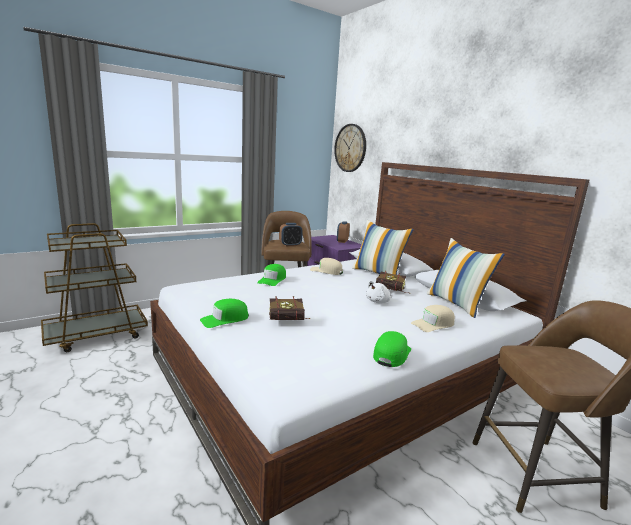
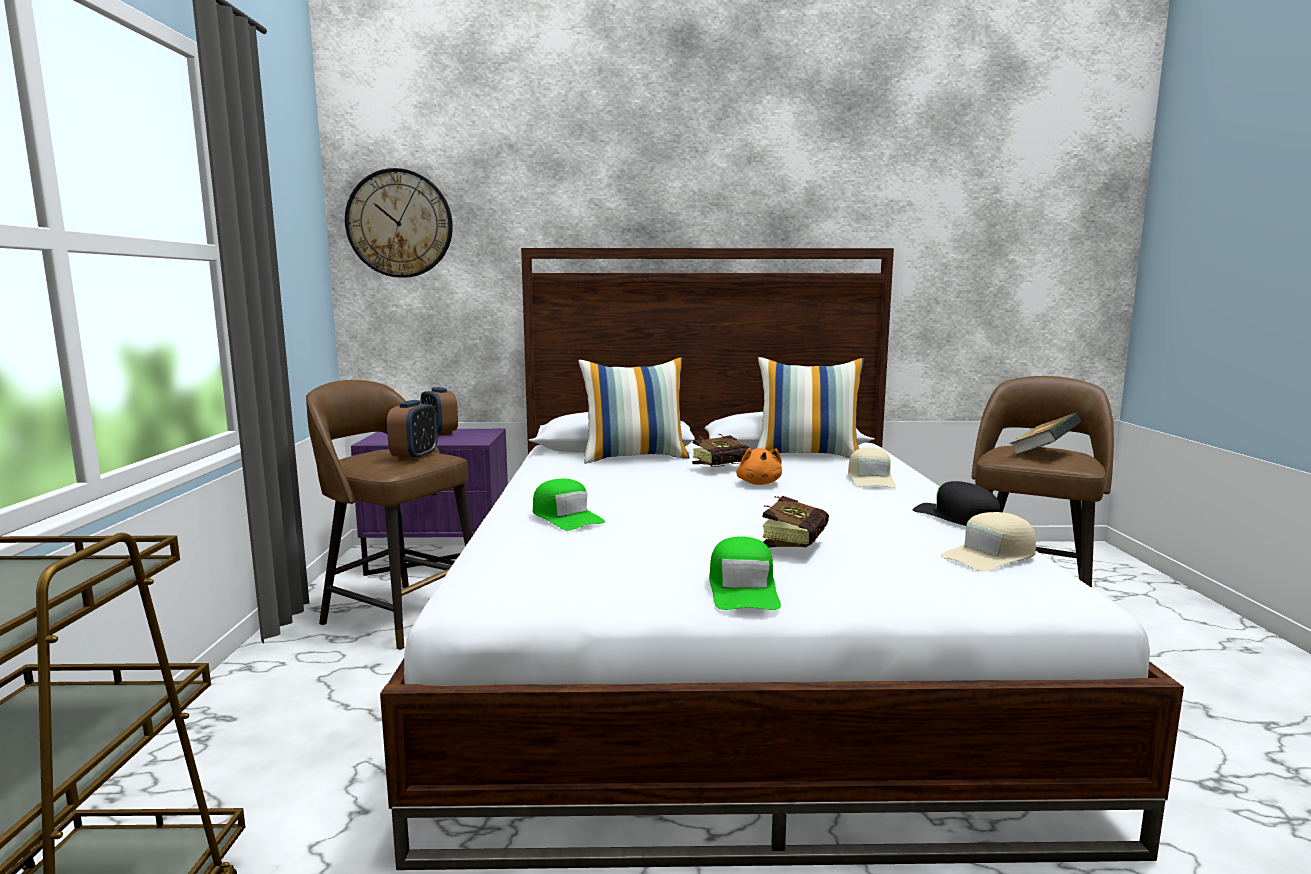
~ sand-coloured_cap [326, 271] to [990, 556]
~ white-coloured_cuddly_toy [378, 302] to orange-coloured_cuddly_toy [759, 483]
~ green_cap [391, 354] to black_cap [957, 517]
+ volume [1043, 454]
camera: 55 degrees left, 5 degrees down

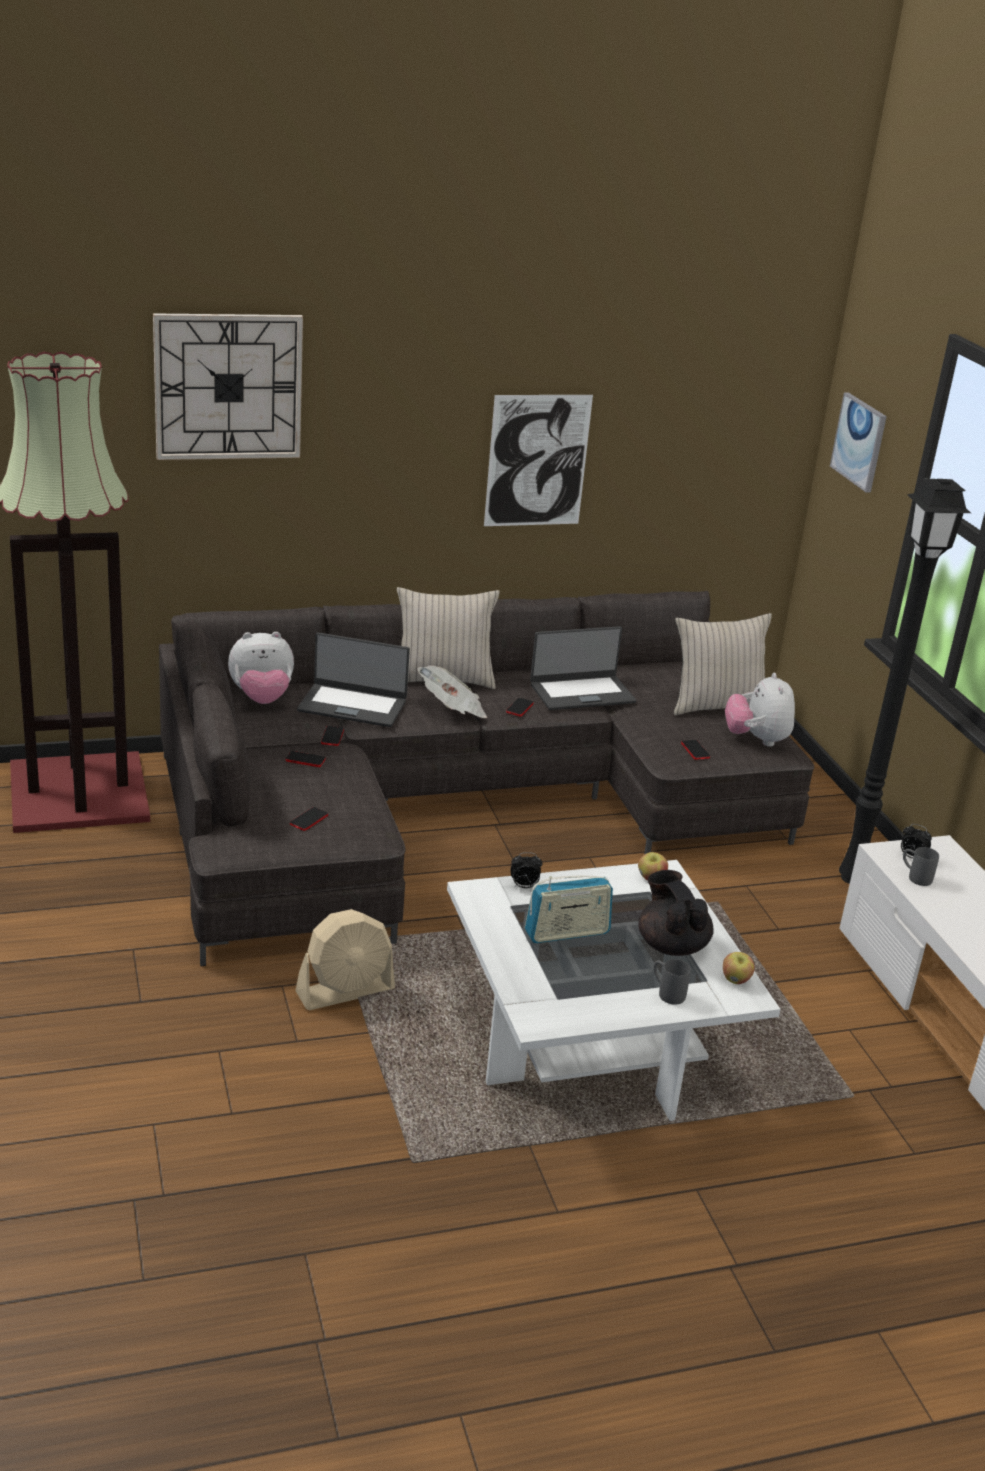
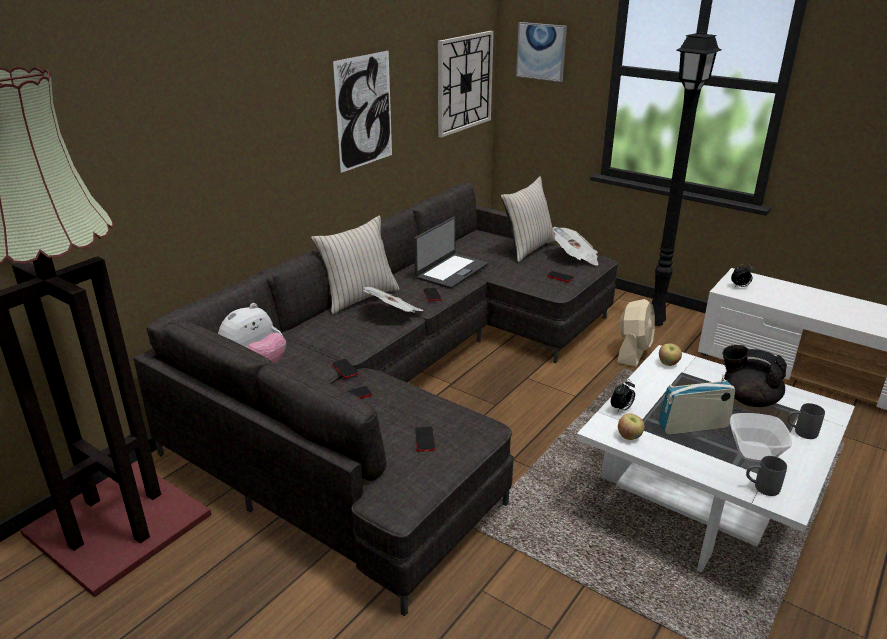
~ clock_on_the_wall [228, 387] to [464, 83]
~ sand-coloured_electric_fan [345, 991] to [633, 352]
- portable_computer [352, 705]
~ radio_receiver [567, 933] = [693, 426] 135 degrees counterclockwise
~ whole_apple [736, 980] to [629, 436]
~ cuddly_toy [756, 740] to newspaper [575, 258]
~ gray_tea_mug [915, 877] to [761, 487]
+ deep_dish [755, 452]
camera: 35 degrees left, 0 degrees up

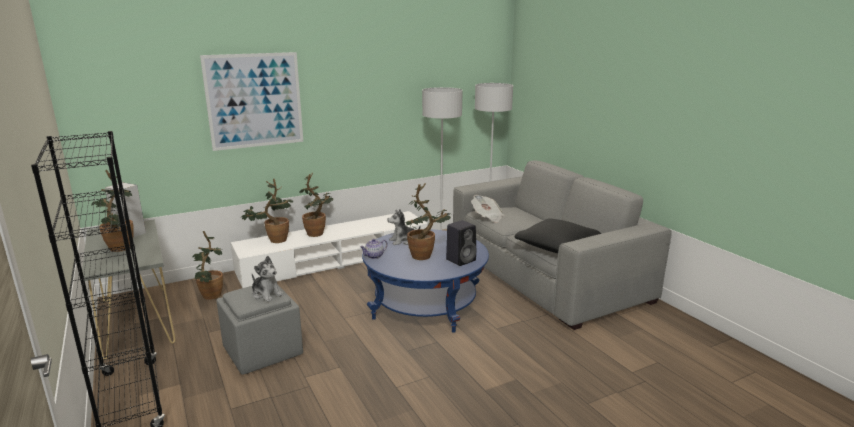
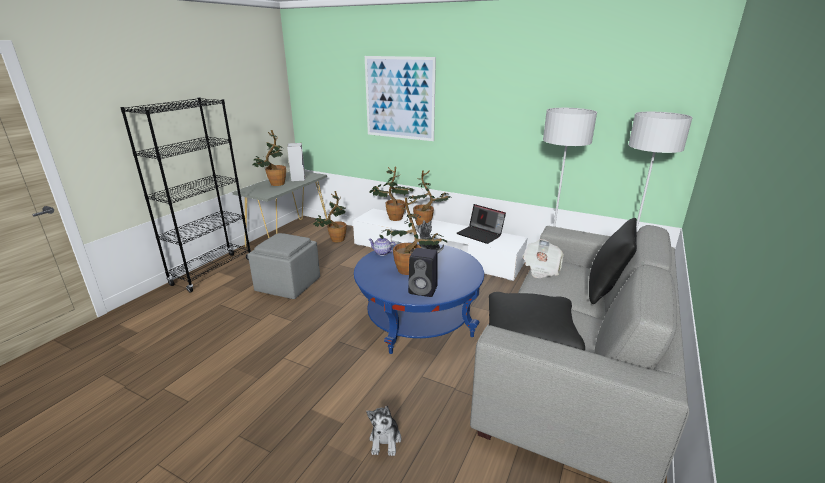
~ cuddly_toy [267, 294] to [385, 440]
+ portable_computer [480, 234]
+ black_pillow [606, 290]
camera: 55 degrees right, 5 degrees up

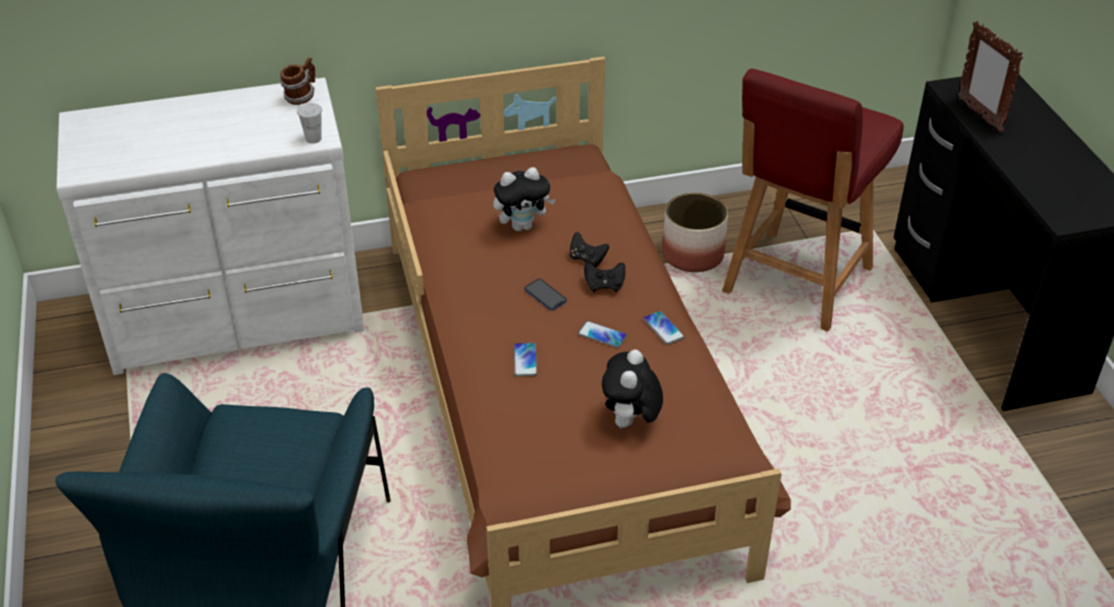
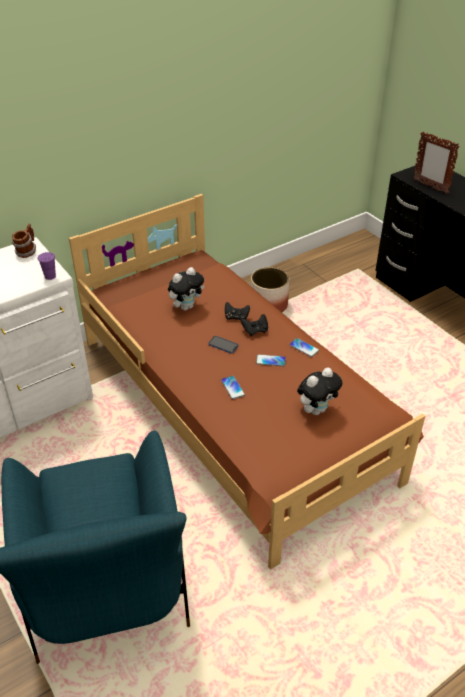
~ white-coloured_drinking_cup [313, 139] to purplish_drinking_cup [50, 276]
~ cuddly_toy [630, 422] = [316, 409] 120 degrees counterclockwise
- red_upright_chair [795, 282]
camera: 20 degrees left, 0 degrees up

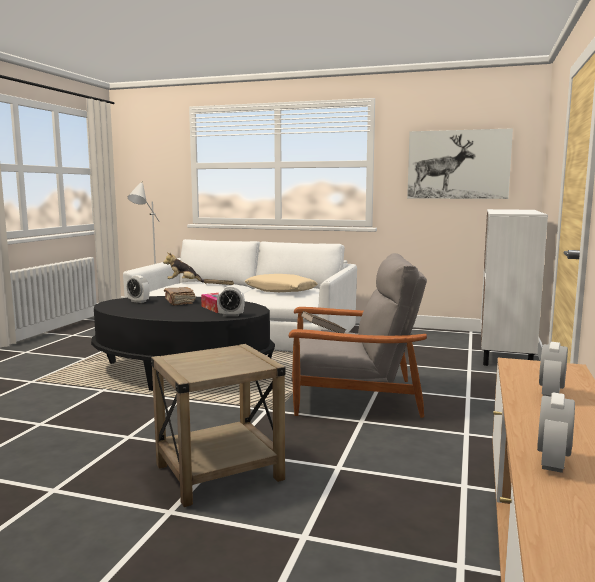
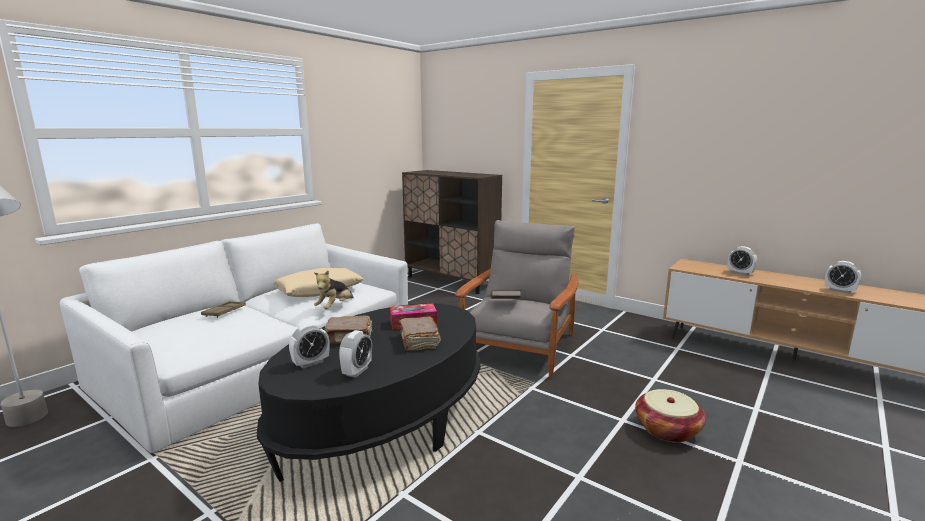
~ sand-coloured_end_table [218, 473] to storage_basket [667, 430]
~ cuddly_toy [184, 282] to [335, 307]
~ bedside_clock [231, 315] to [357, 371]
- picture [458, 164]
~ white-coloured_storage_cabinet [504, 350] to brownish_storage_cabinet [451, 281]
+ brownish_volume [419, 341]
camera: 70 degrees left, 5 degrees up

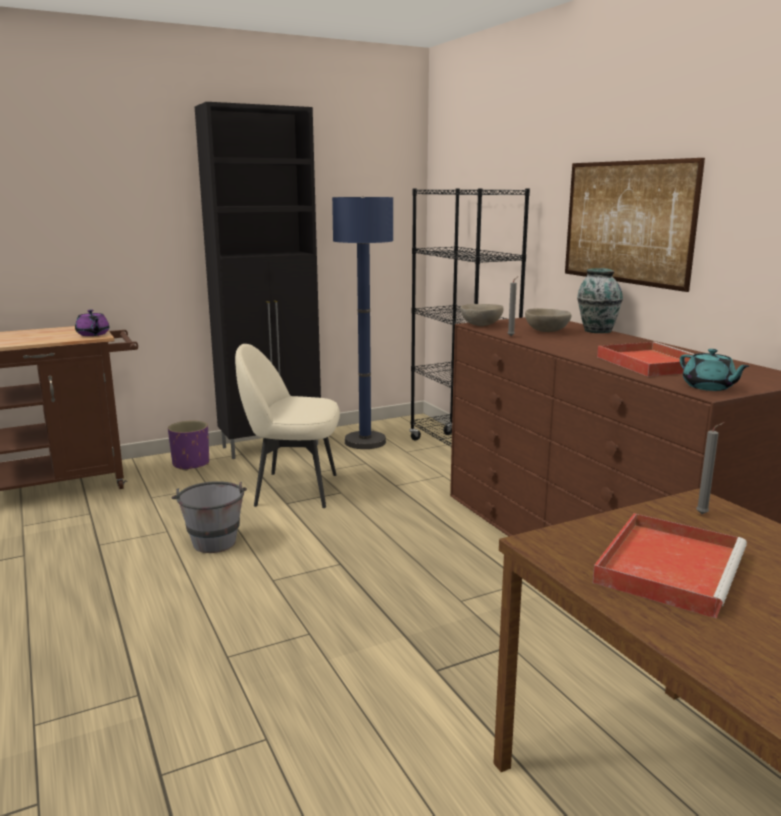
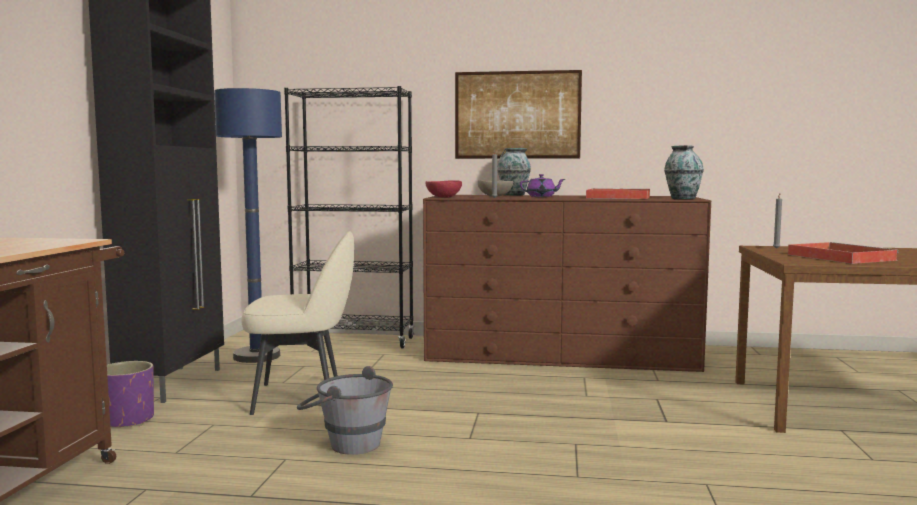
~ purplish_tea_pot [93, 334] to [541, 196]
~ sand-coloured_upright_chair [293, 489] = [301, 397] 135 degrees counterclockwise
~ sand-coloured_deep_dish [481, 325] to red_deep_dish [443, 197]
~ turquoise_tea_pot [709, 387] to decorative_vase [682, 198]
camera: 55 degrees left, 10 degrees down

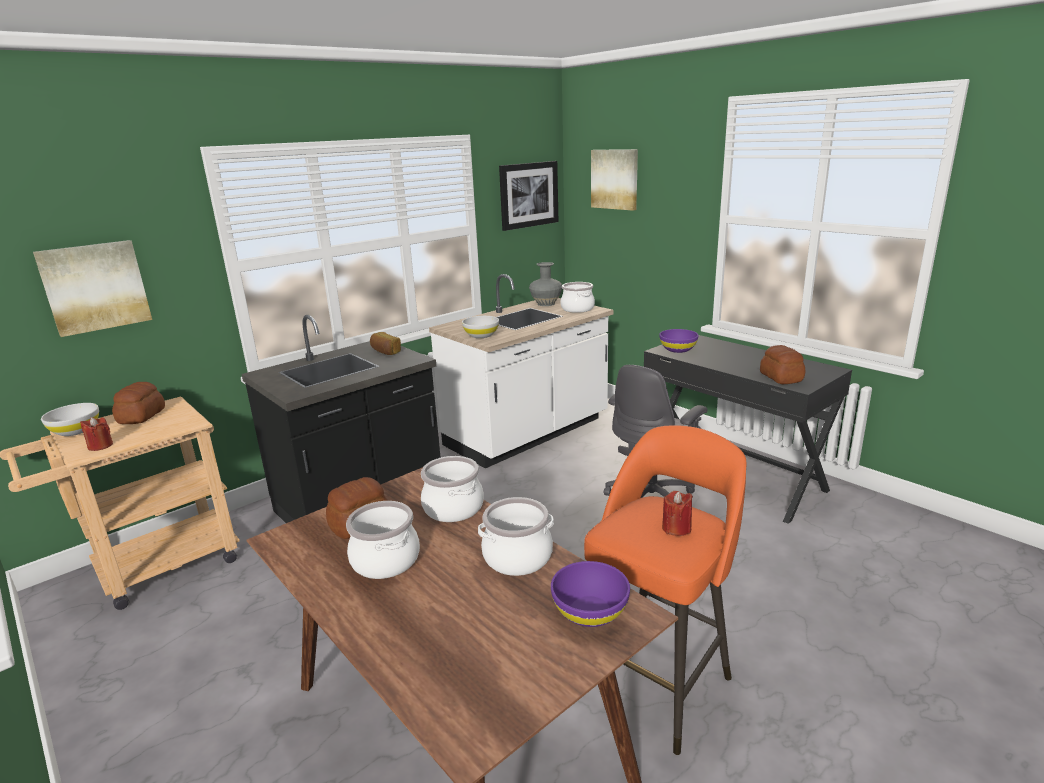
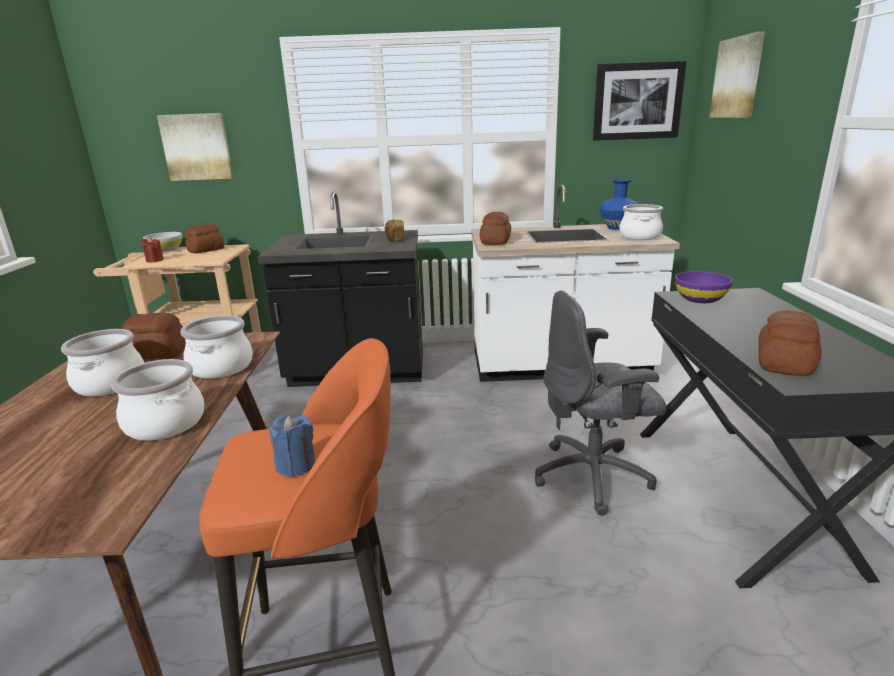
~ white-coloured_deep_dish [481, 335] to bakery_bread [495, 241]
~ gray_decorative_vase [546, 304] to blue_decorative_vase [617, 228]
- purplish_deep_dish [589, 611]
~ red_candle [676, 528] to blue_candle [296, 465]
camera: 40 degrees right, 0 degrees up

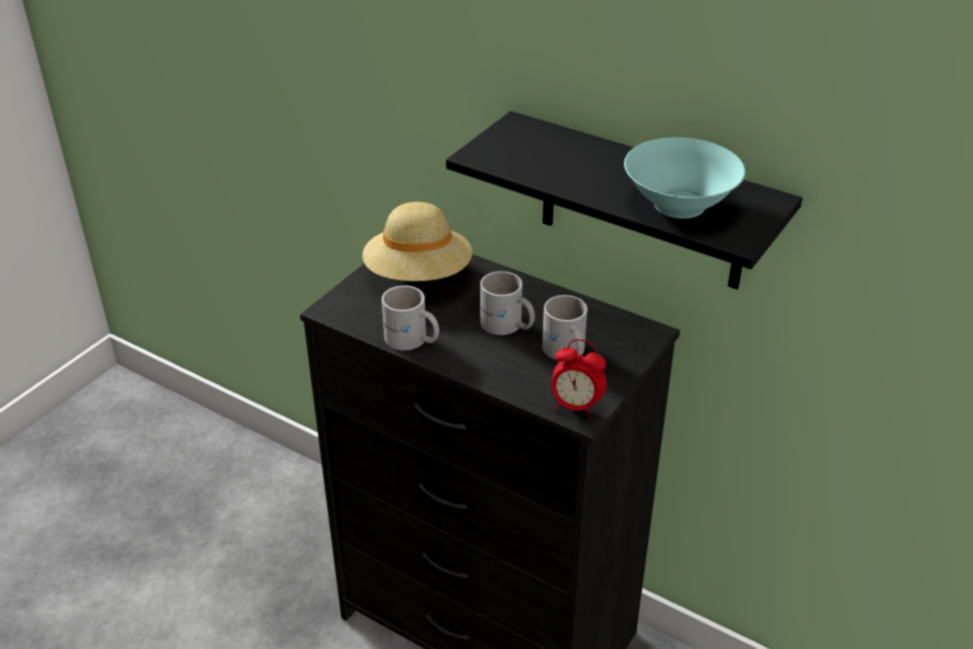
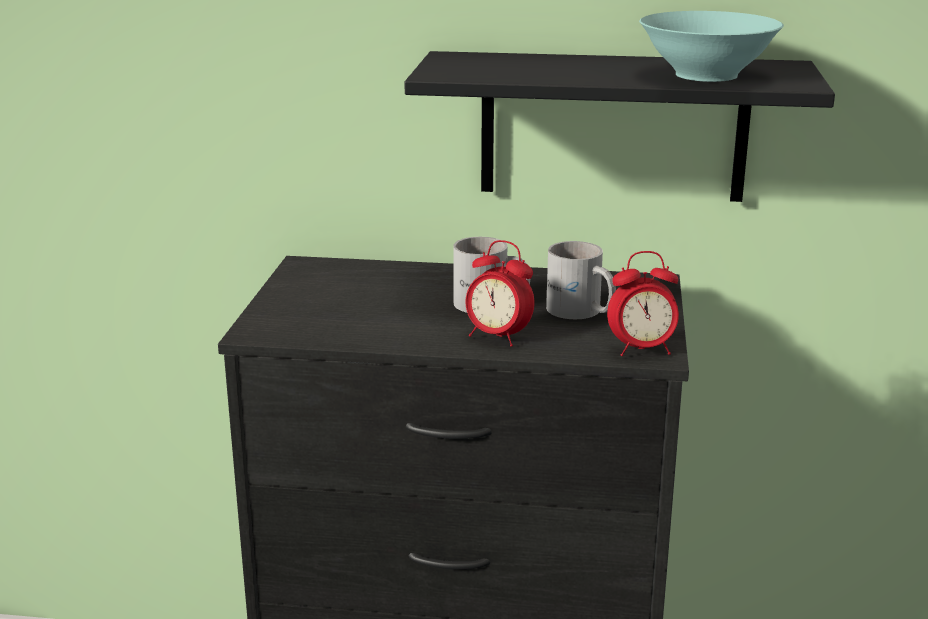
- sand-coloured_clothing_hat [419, 276]
- white-coloured_tea_mug [411, 340]
+ bedside_clock [498, 337]
camera: 25 degrees left, 15 degrees down

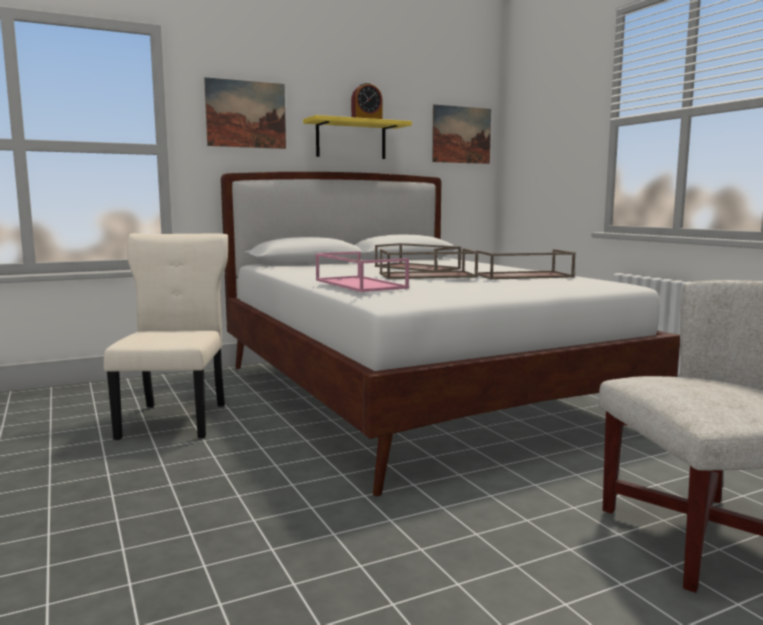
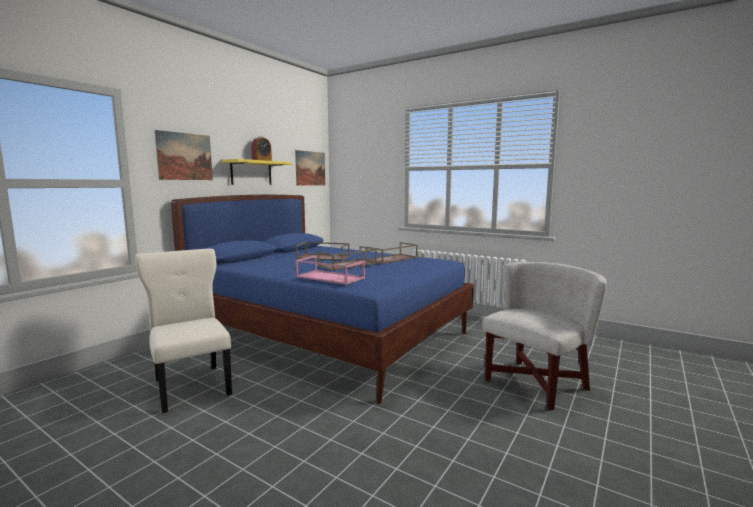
~ white-coloured_bed [414, 395] to blue_bed [329, 334]
camera: 30 degrees left, 0 degrees up

